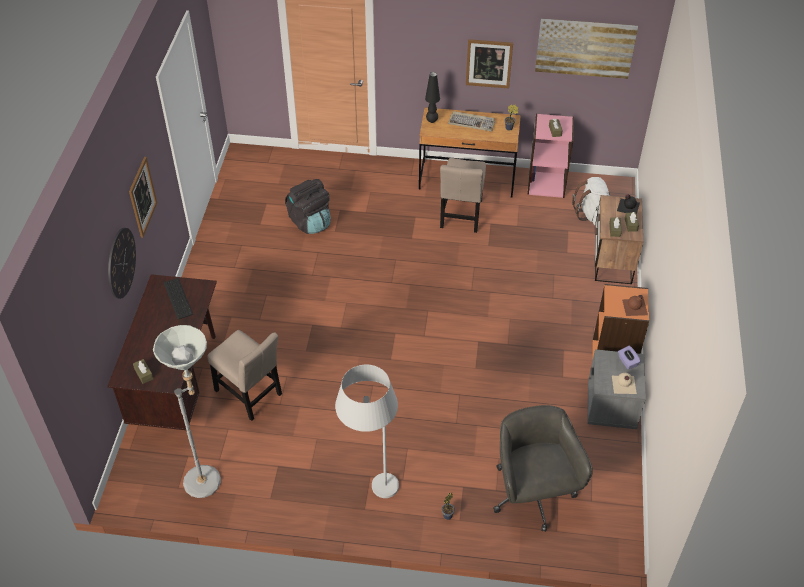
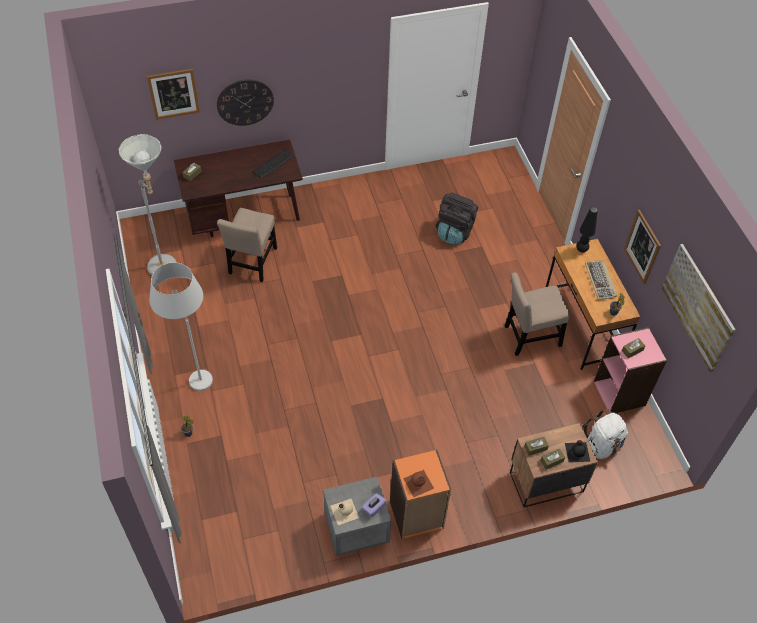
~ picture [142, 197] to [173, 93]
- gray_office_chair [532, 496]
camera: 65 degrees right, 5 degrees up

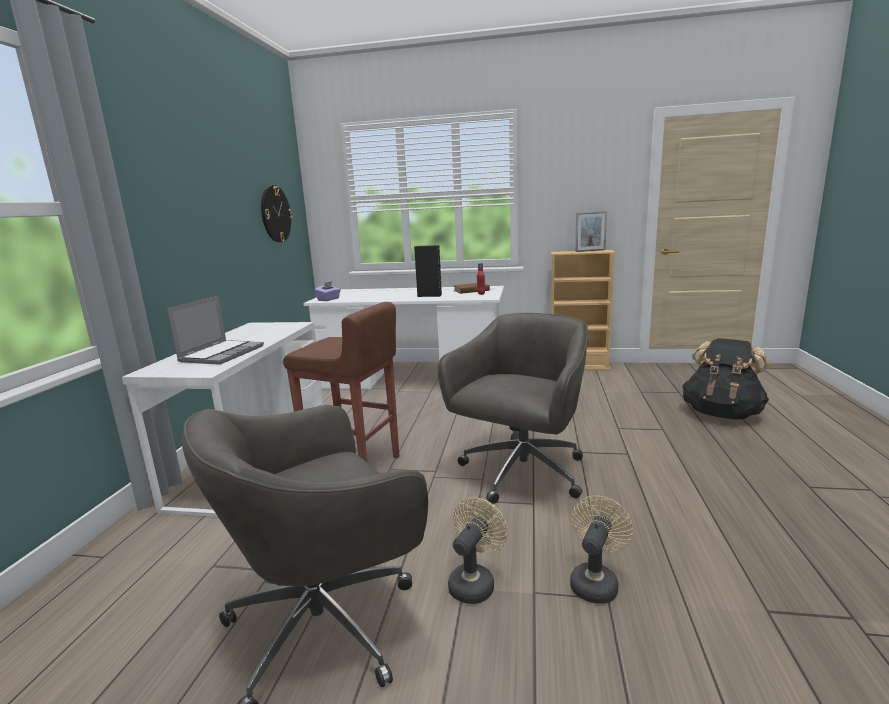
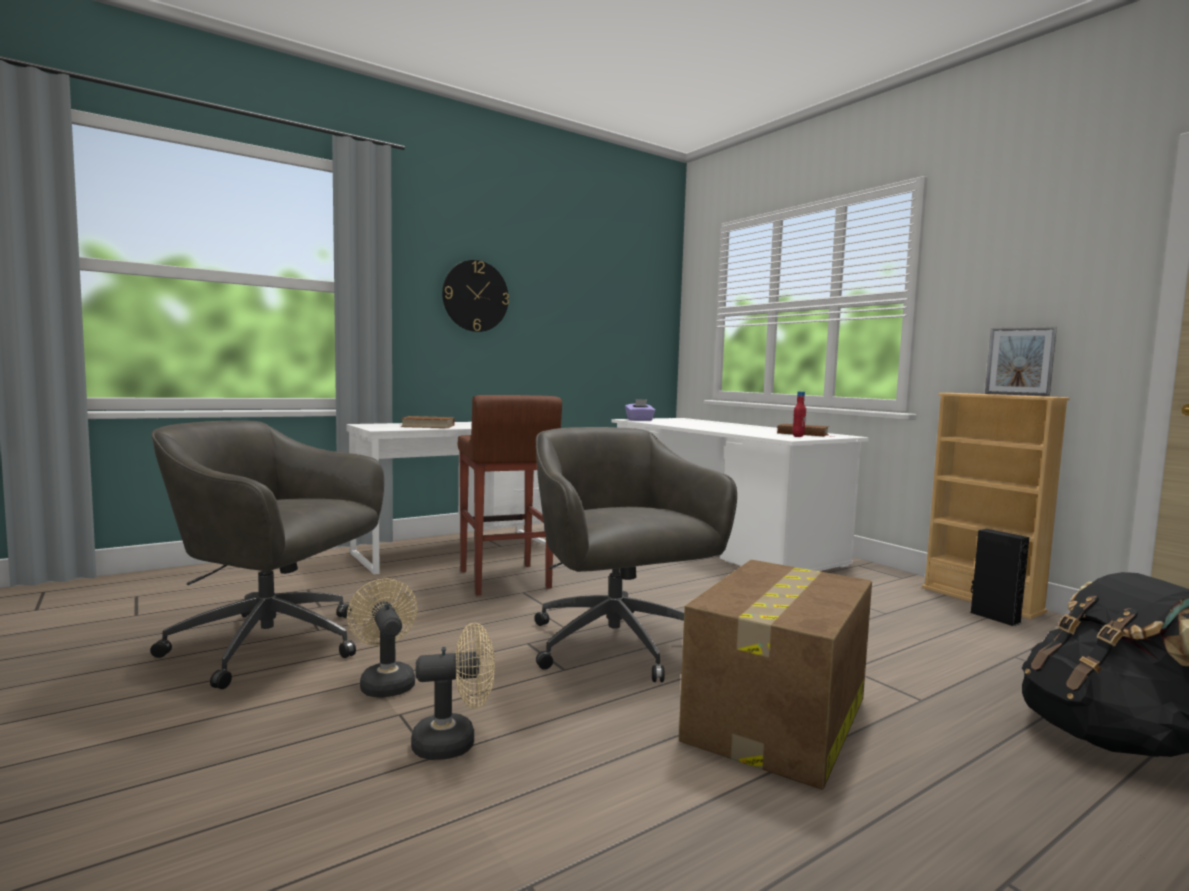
~ portable_computer [222, 354] to brownish_volume [427, 426]
~ clock_on_the_wall [275, 214] to [475, 296]
~ black_audio_speaker [429, 295] to [995, 617]
~ gray_office_chair [521, 473] = [616, 646] 105 degrees counterclockwise
~ sand-coloured_electric_fan [474, 582] = [385, 682] 105 degrees counterclockwise
+ cardboard_box [776, 720]
camera: 45 degrees right, 10 degrees down

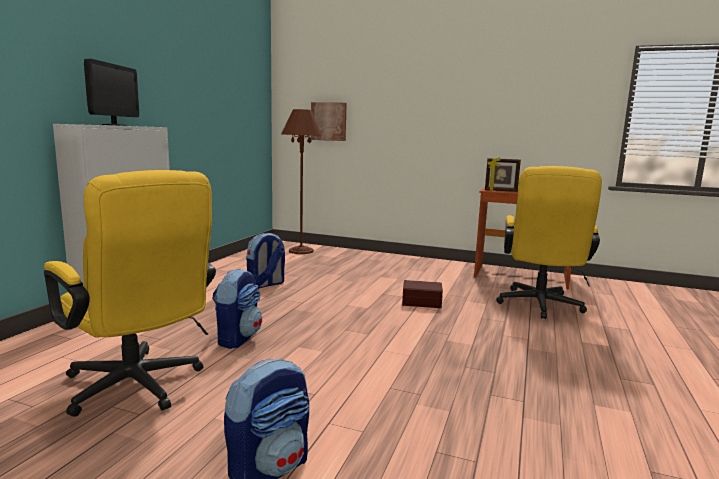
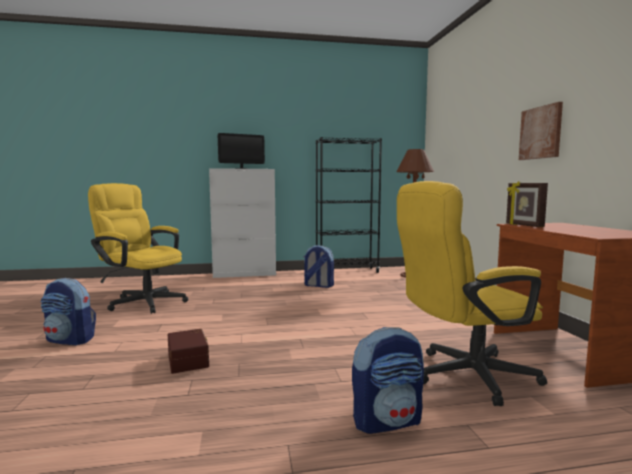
~ yellow-coloured_office_chair [139, 388] = [142, 302] 105 degrees clockwise
~ backpack [237, 338] to [387, 421]
~ picture [328, 121] to [541, 133]
~ brownish_storage_container [421, 301] to [189, 360]
+ black_shelving_unit [347, 271]
camera: 60 degrees right, 5 degrees down

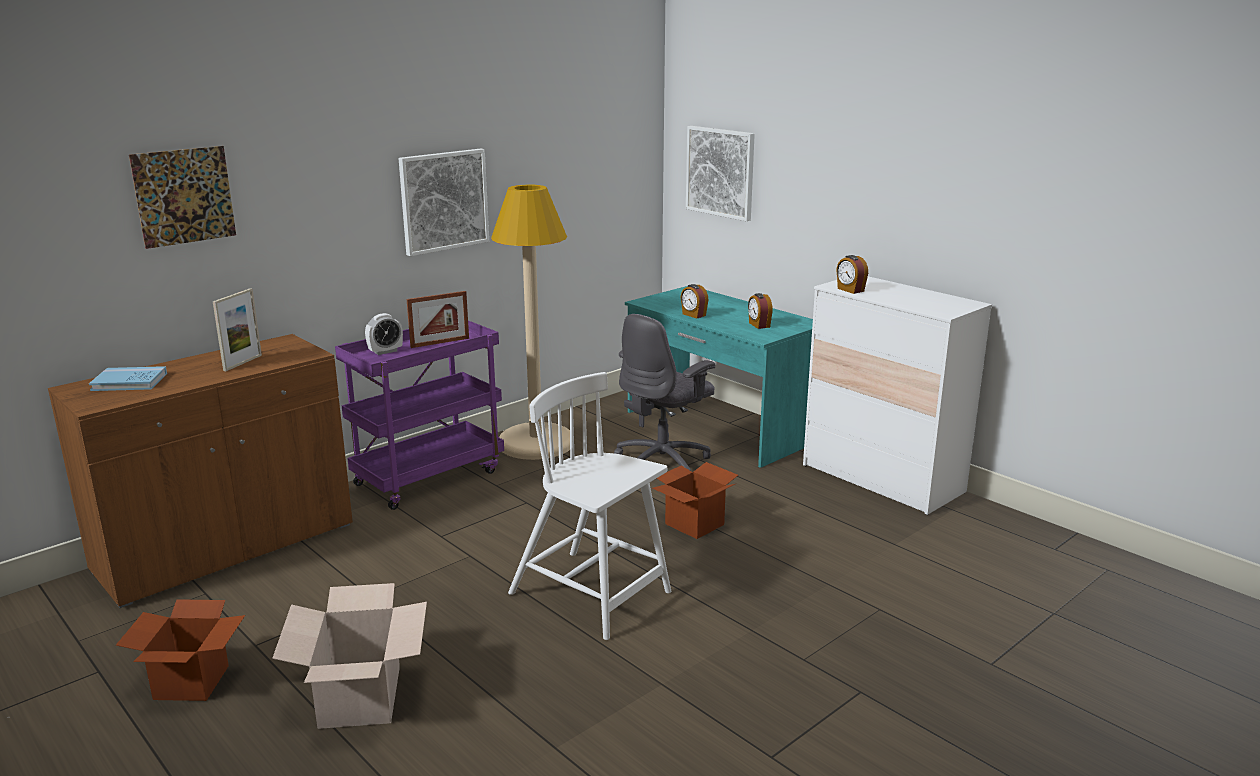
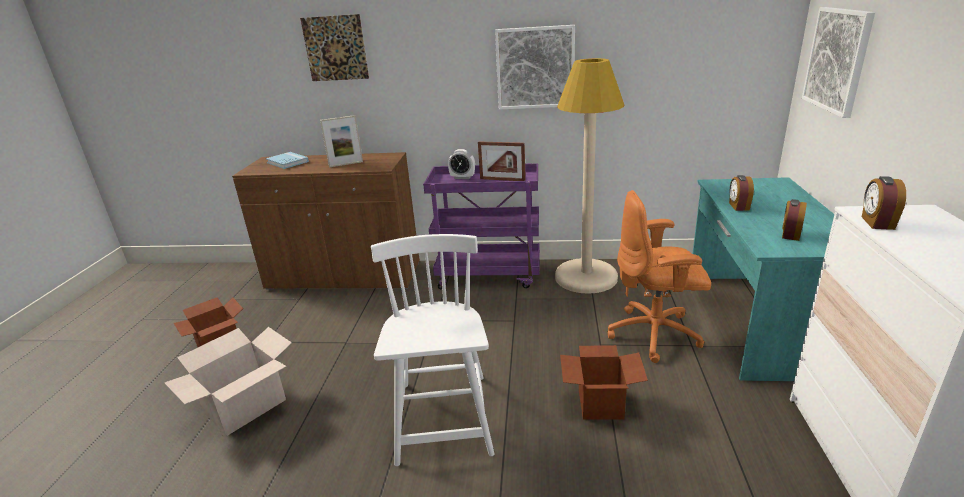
~ gray_office_chair [663, 463] to orange-coloured_office_chair [655, 334]
camera: 50 degrees right, 5 degrees up

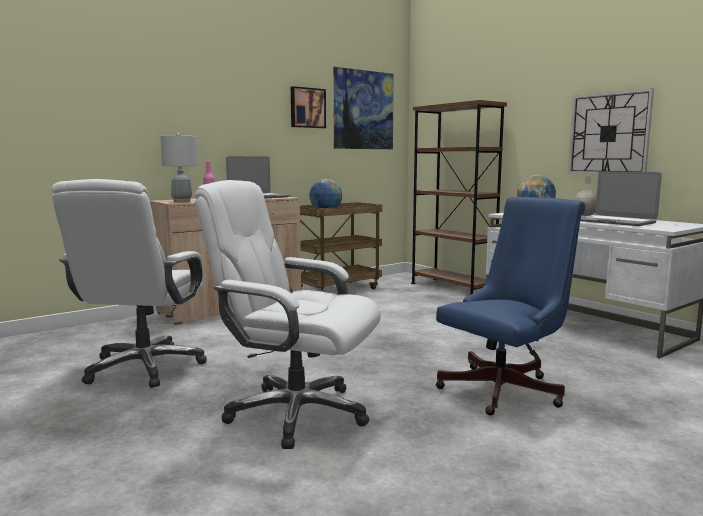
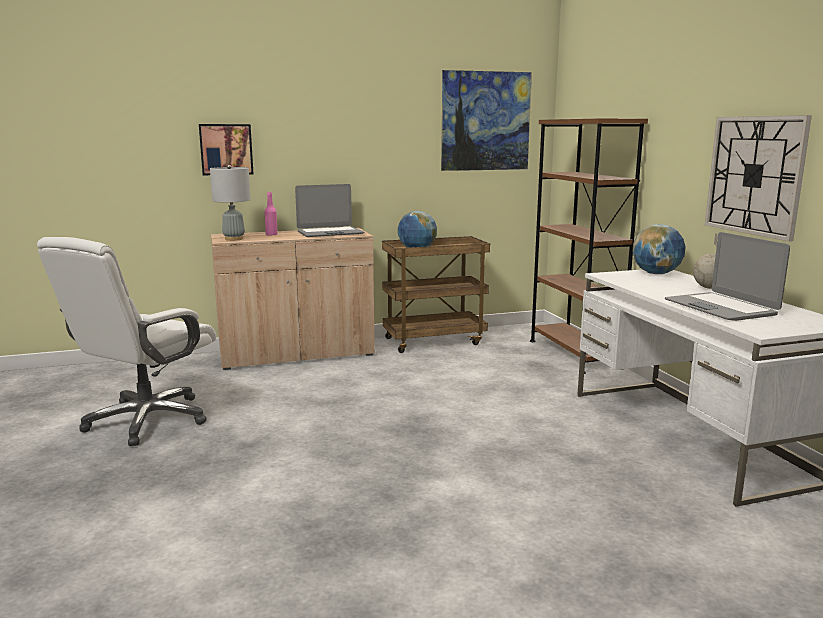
- white-coloured_office_chair [295, 413]
~ picture [307, 108] to [226, 149]
- blue_office_chair [507, 389]
camera: 20 degrees right, 5 degrees up

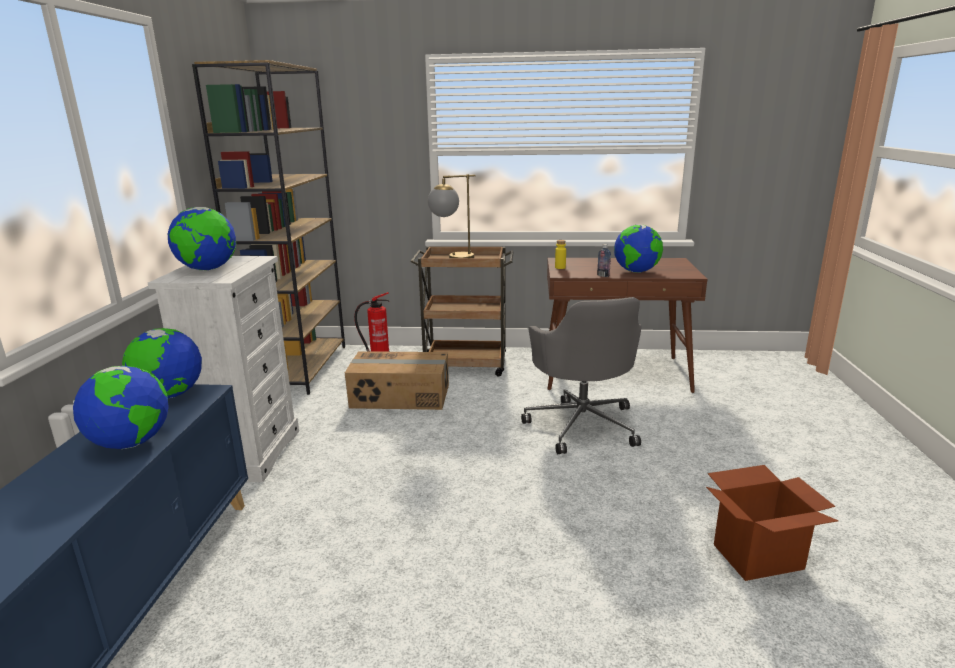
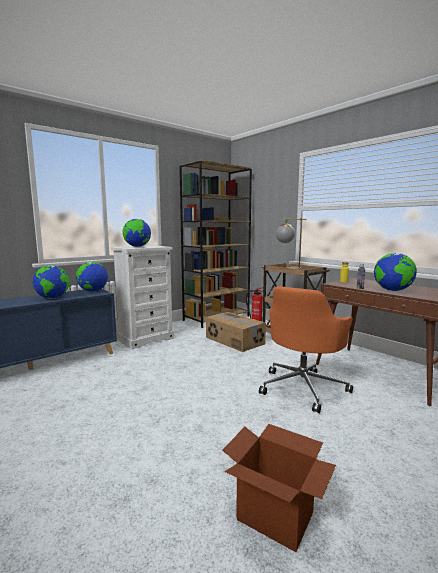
~ gray_office_chair [582, 424] to orange-coloured_office_chair [303, 387]
camera: 45 degrees right, 10 degrees down

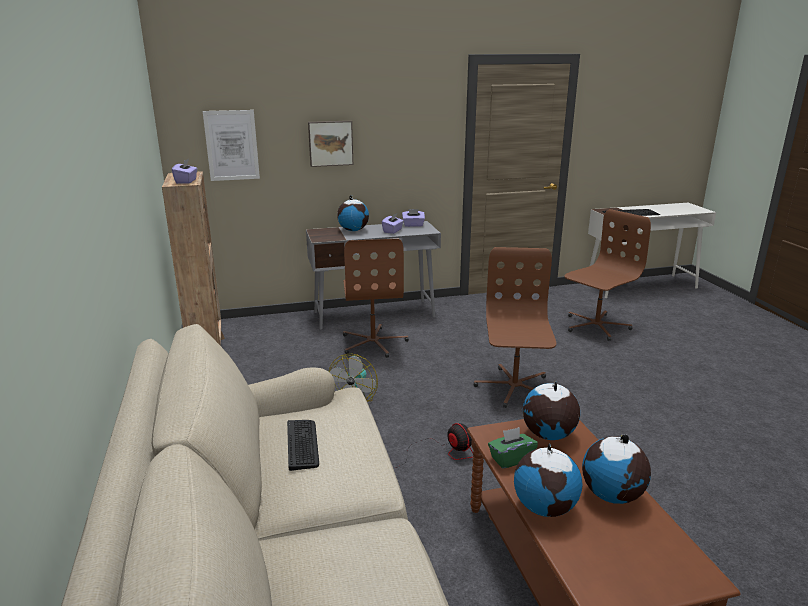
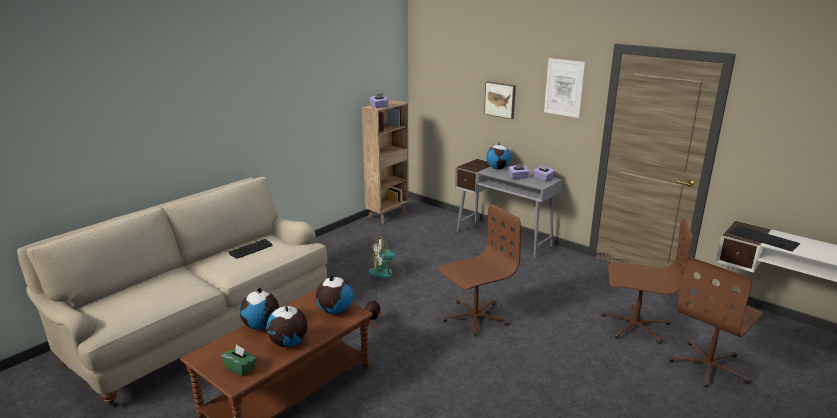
~ picture [232, 145] to [564, 87]
~ brownish_office_chair [373, 343] to [709, 366]
~ green_box_of_tissues [511, 459] to [240, 368]
camera: 55 degrees right, 0 degrees up

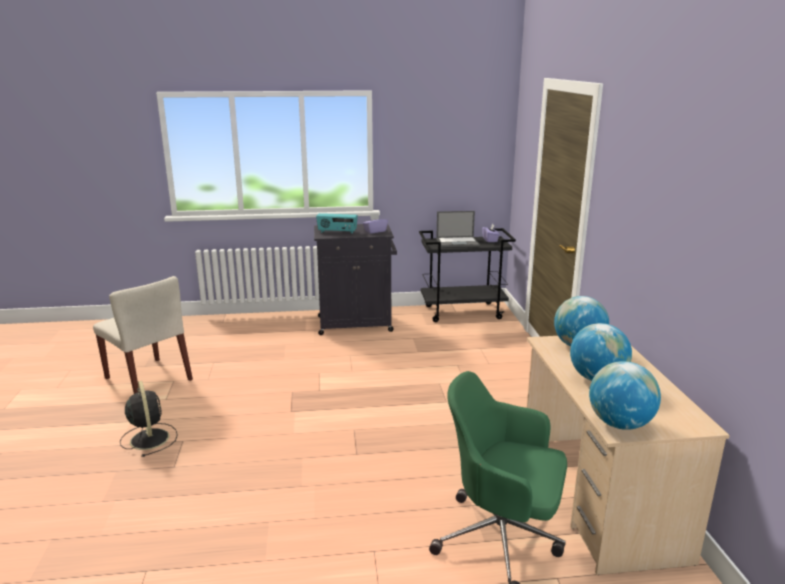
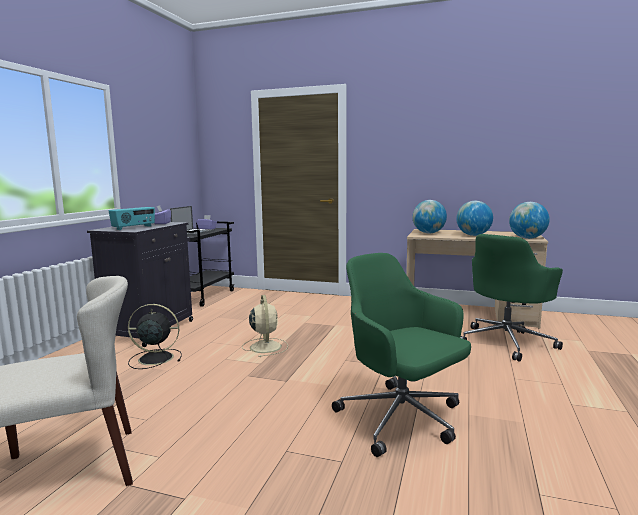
~ black_electric_fan [149, 438] to [154, 358]
+ sand-coloured_electric_fan [265, 346]
+ green_office_chair [402, 419]
camera: 65 degrees left, 10 degrees down

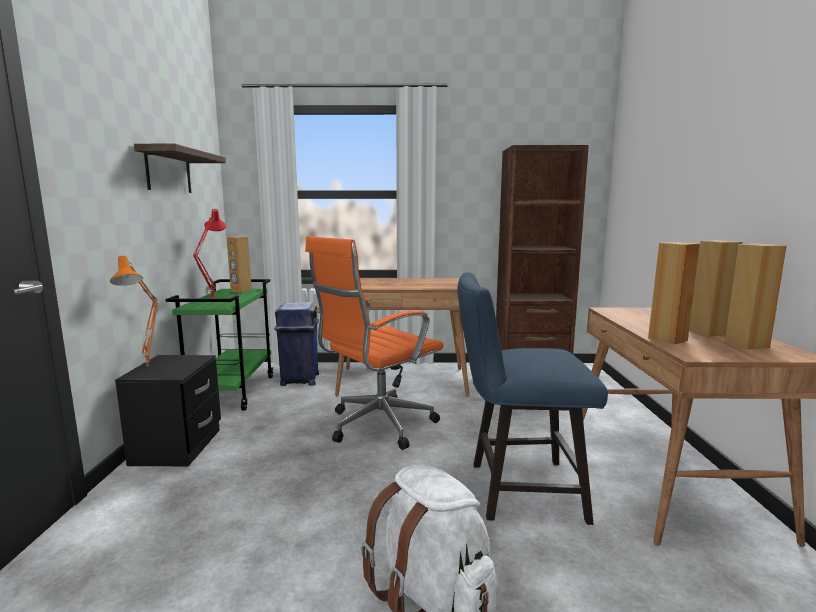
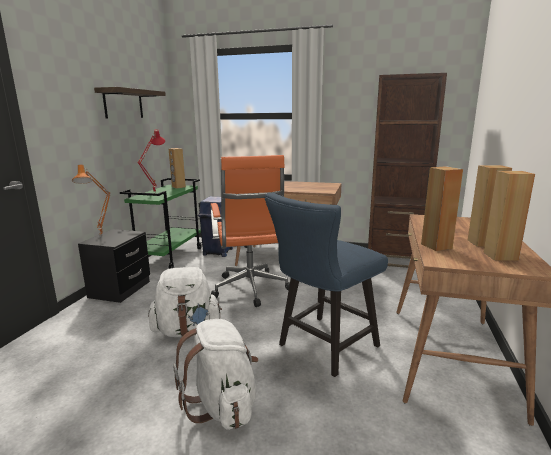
~ orange-coloured_office_chair [376, 426] = [251, 290] 75 degrees counterclockwise
~ blue_upright_chair [516, 490] = [323, 348] 60 degrees counterclockwise
+ white-coloured_backpack [187, 330]
camera: 15 degrees right, 5 degrees up

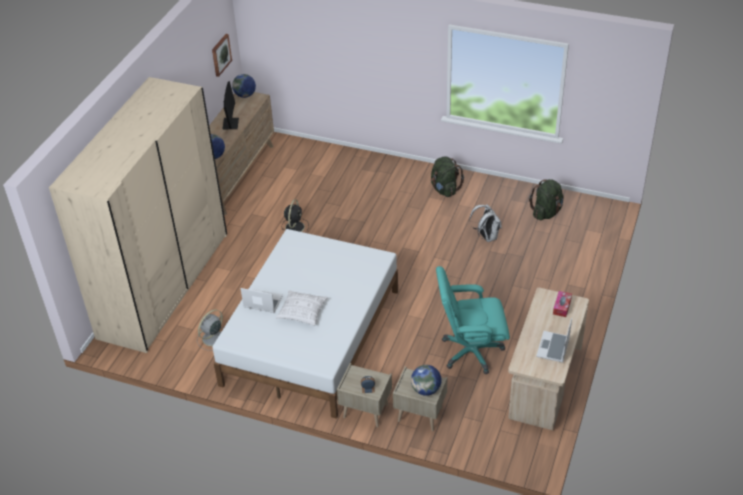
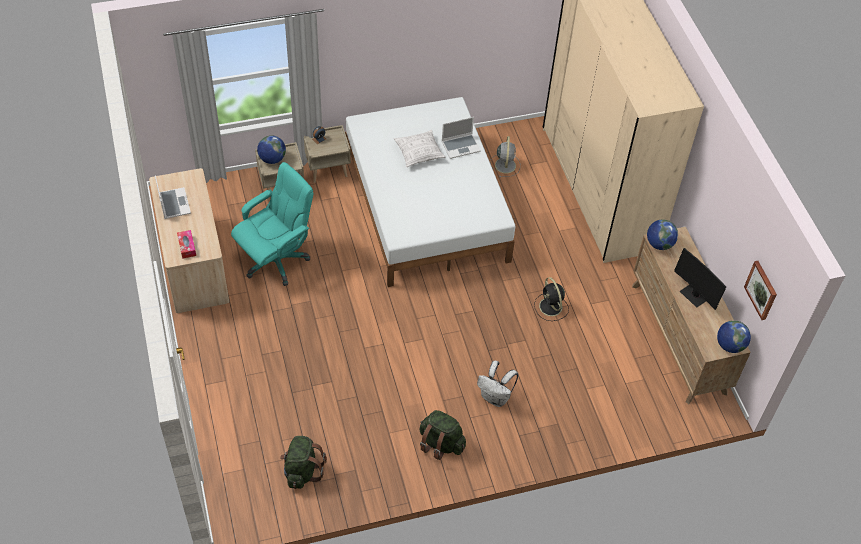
~ white-coloured_backpack [486, 236] to [495, 397]
camera: 140 degrees right, 10 degrees up

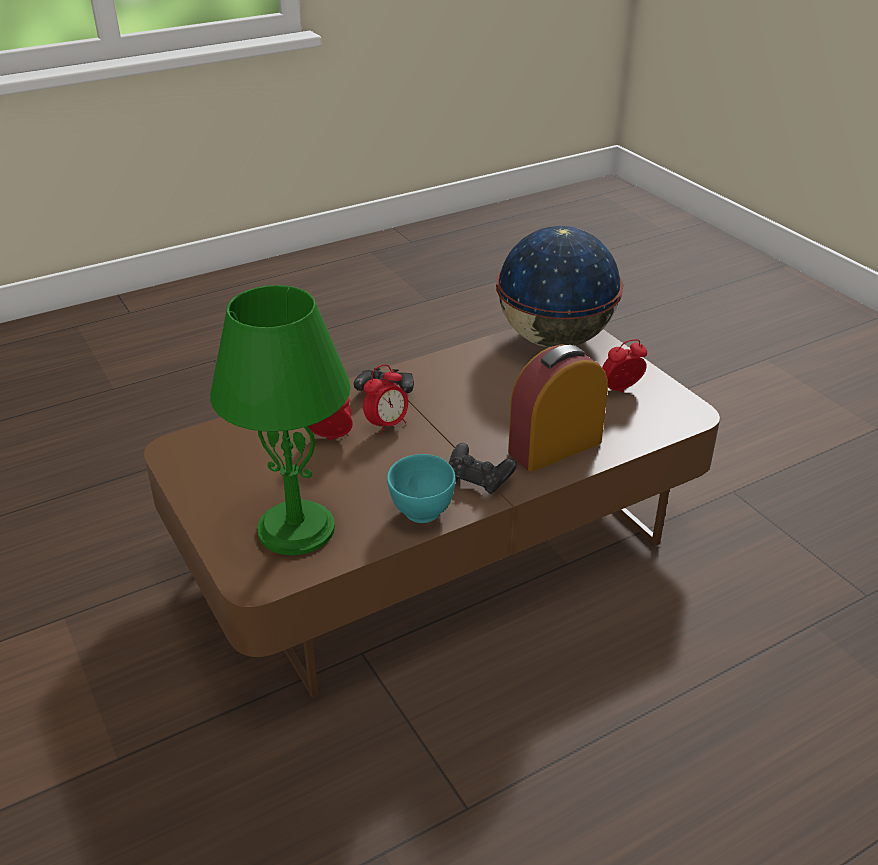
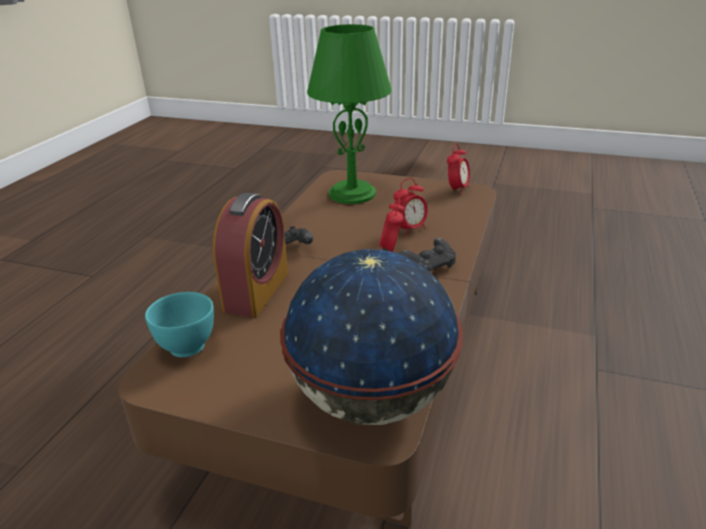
~ turquoise_deep_dish [421, 513] to [187, 346]
~ bedside_clock [620, 390] to [457, 189]
camera: 140 degrees right, 5 degrees down

